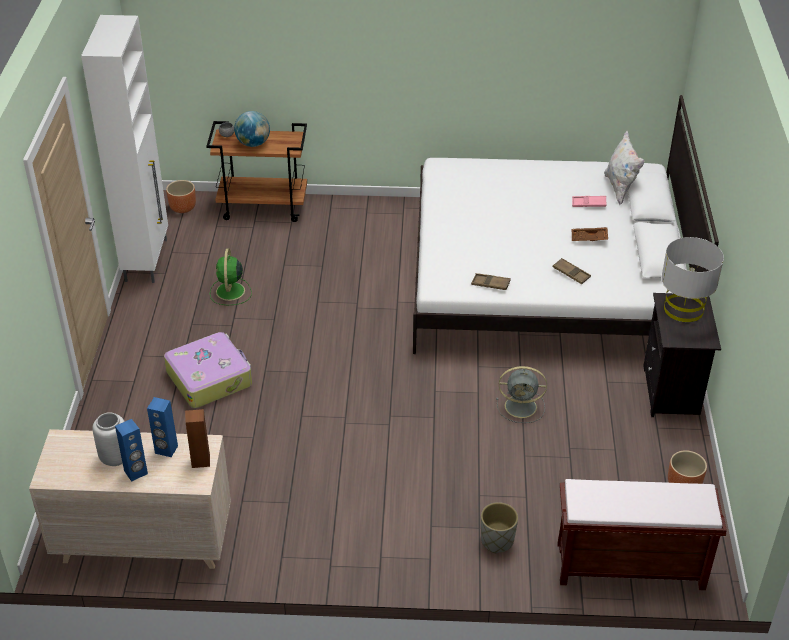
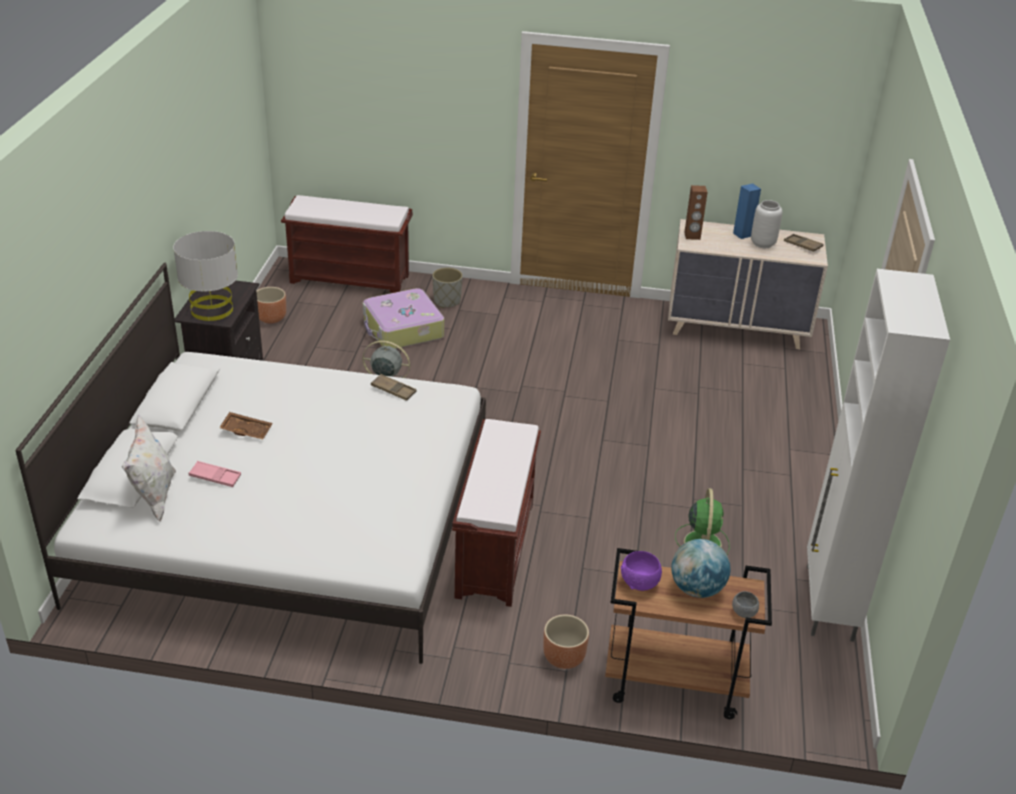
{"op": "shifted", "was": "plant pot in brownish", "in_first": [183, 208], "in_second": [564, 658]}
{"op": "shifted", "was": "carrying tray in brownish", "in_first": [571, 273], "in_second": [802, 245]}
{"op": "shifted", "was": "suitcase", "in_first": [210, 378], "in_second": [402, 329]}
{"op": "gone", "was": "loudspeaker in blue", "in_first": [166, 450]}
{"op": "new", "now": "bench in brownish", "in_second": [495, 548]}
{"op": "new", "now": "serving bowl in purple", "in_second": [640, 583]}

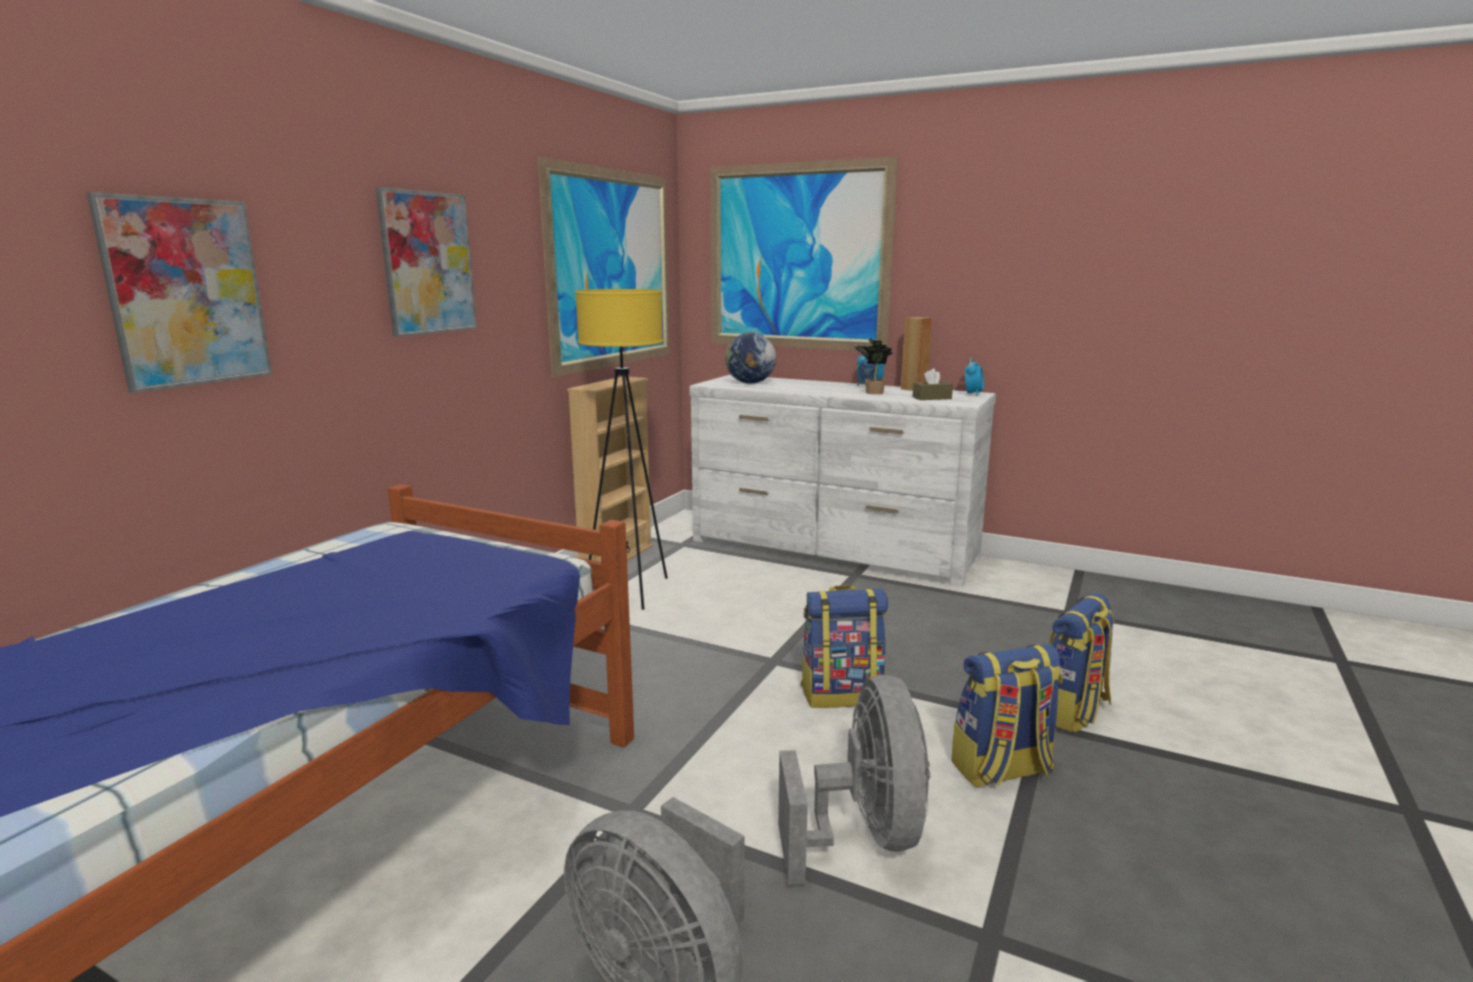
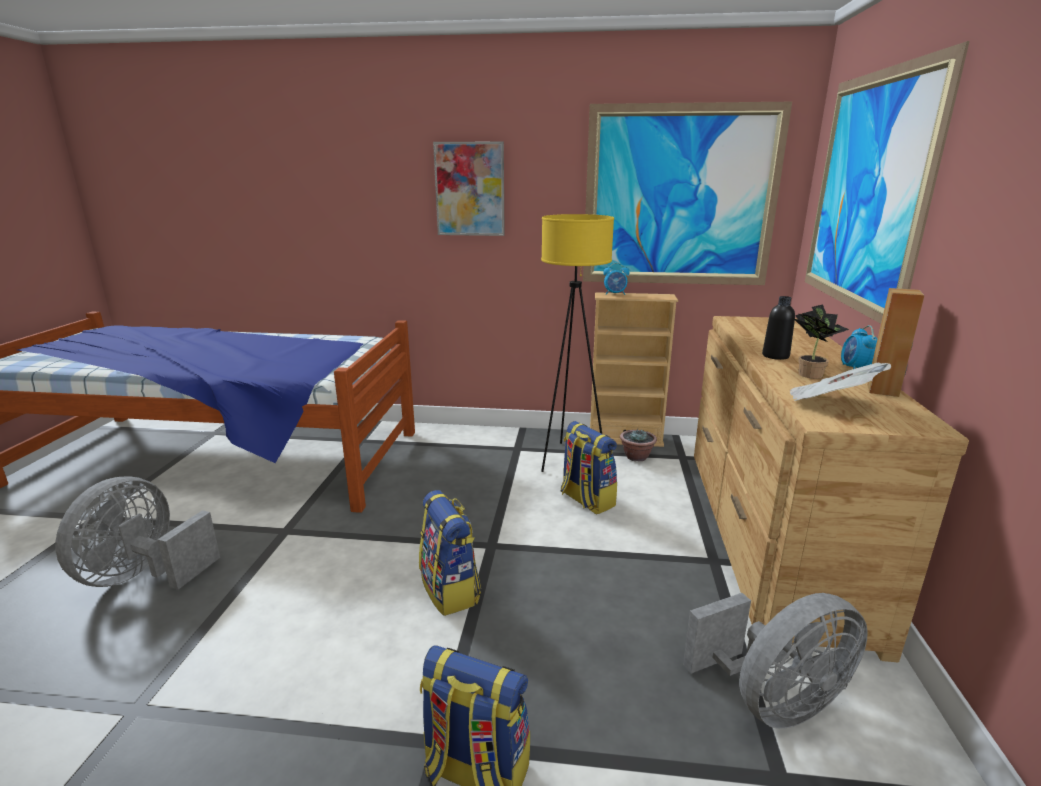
{"op": "gone", "was": "picture", "in_first": [186, 293]}
{"op": "gone", "was": "desk globe", "in_first": [750, 383]}
{"op": "shifted", "was": "table clock", "in_first": [973, 394], "in_second": [615, 294]}
{"op": "swapped", "was": "box of tissues in brownish", "now": "newspaper", "in_first": [932, 398], "in_second": [830, 403]}
{"op": "repainted", "was": "drawer chest in white-coloured", "now": "drawer chest in brownish", "in_first": [832, 549], "in_second": [769, 535]}
{"op": "shifted", "was": "backpack", "in_first": [1002, 770], "in_second": [586, 500]}
{"op": "shifted", "was": "fan in grey", "in_first": [863, 835], "in_second": [773, 702]}
{"op": "new", "now": "bottle in black-coloured", "in_second": [775, 356]}
{"op": "new", "now": "houseplant", "in_second": [636, 457]}

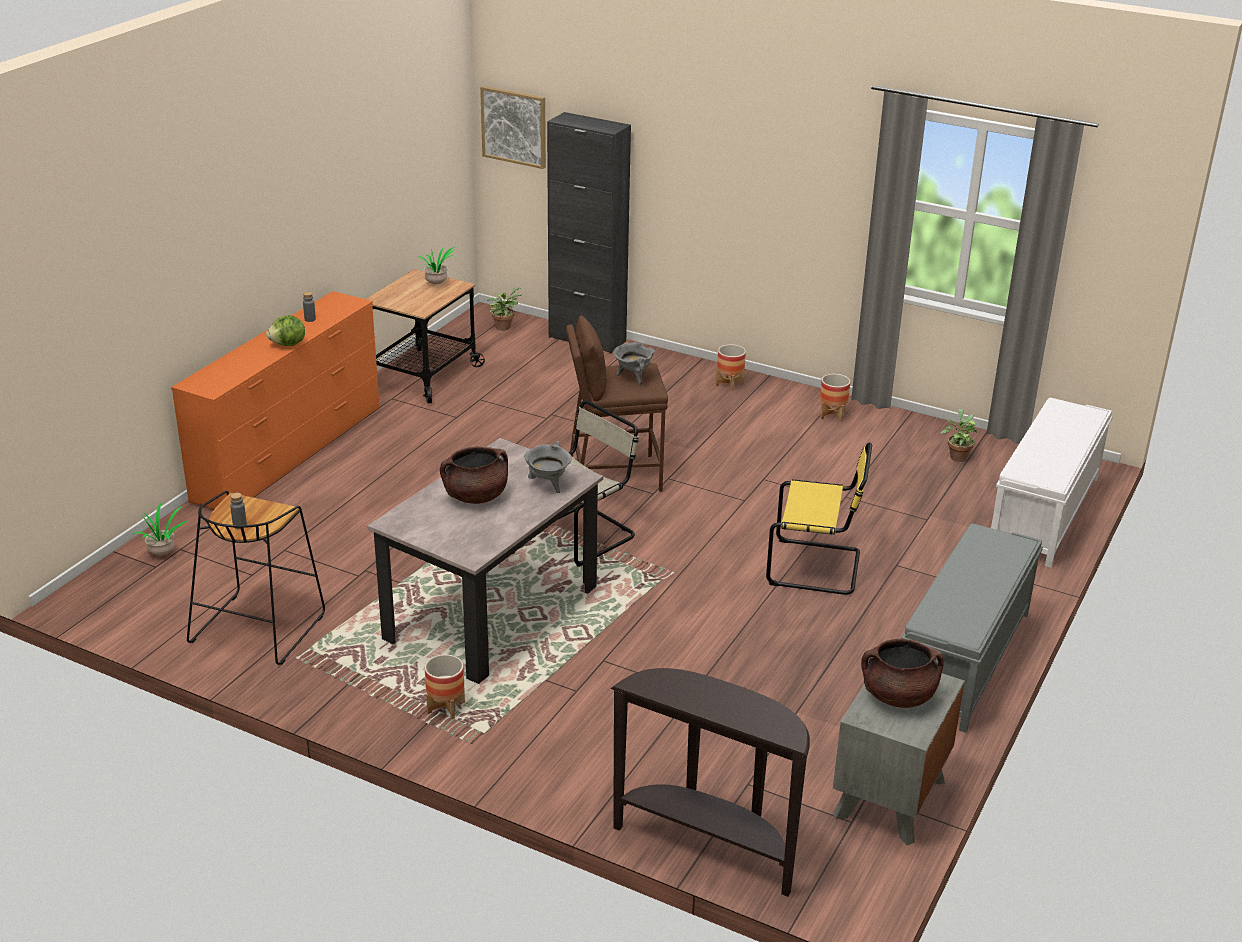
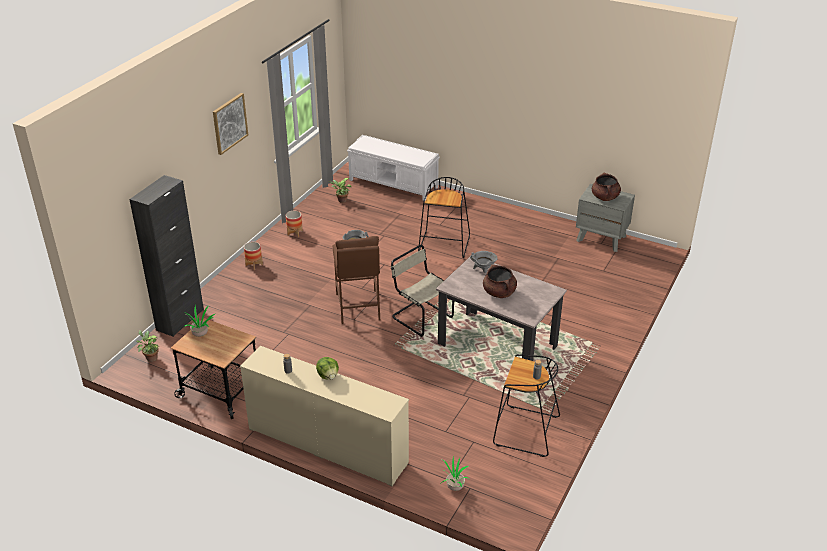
{"op": "shifted", "was": "picture", "in_first": [514, 126], "in_second": [229, 123]}
{"op": "repainted", "was": "drawer chest in orangey", "now": "drawer chest in sand-coloured", "in_first": [290, 453], "in_second": [327, 445]}
{"op": "swapped", "was": "upright chair in yellow", "now": "sitting stool in black-coloured", "in_first": [818, 568], "in_second": [444, 245]}
{"op": "gone", "was": "bench in grey", "in_first": [963, 661]}
{"op": "gone", "was": "plant pot", "in_first": [446, 708]}
{"op": "gone", "was": "console table in brownish", "in_first": [709, 845]}

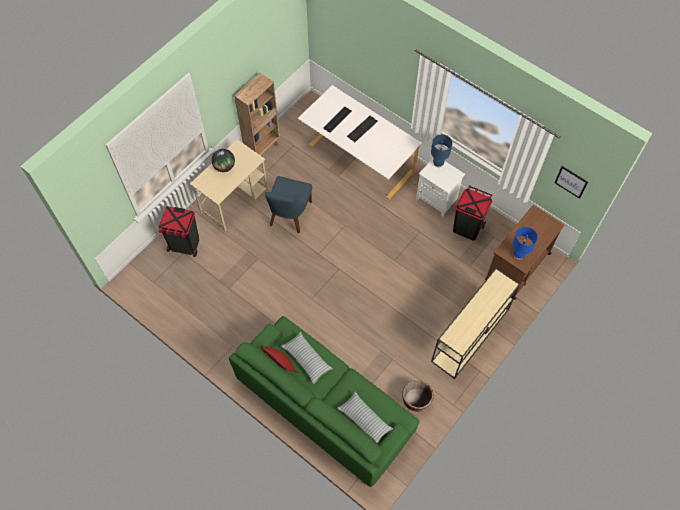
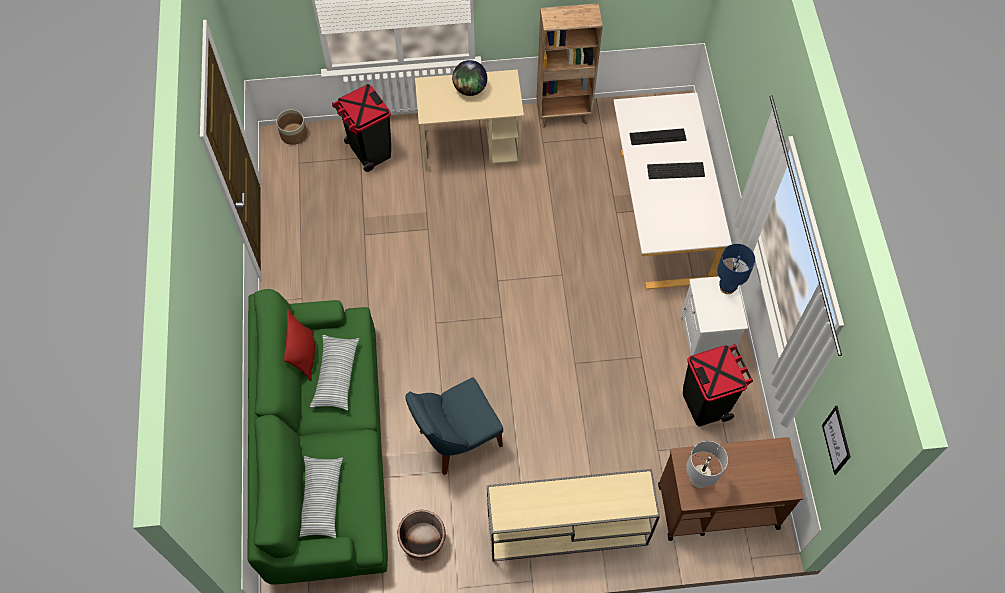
{"op": "shifted", "was": "upright chair in blue", "in_first": [289, 215], "in_second": [456, 439]}
{"op": "repainted", "was": "lamp for a table in blue", "now": "lamp for a table in white-coloured", "in_first": [518, 255], "in_second": [698, 480]}
{"op": "new", "now": "plant pot", "in_second": [293, 134]}

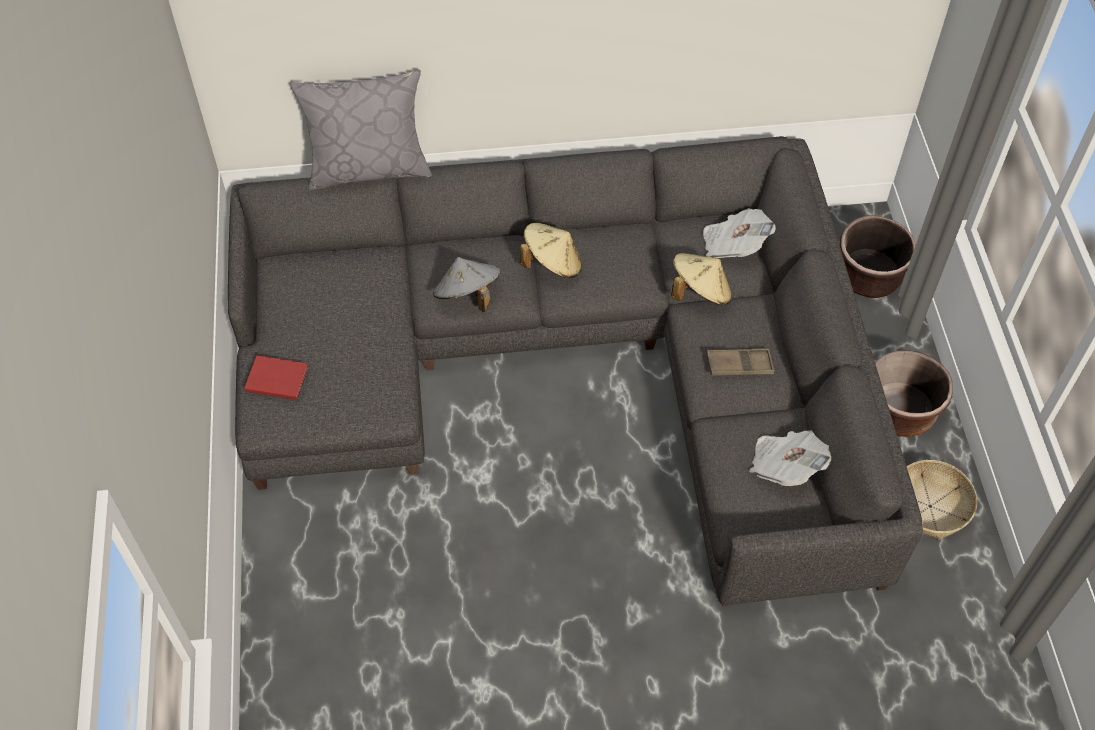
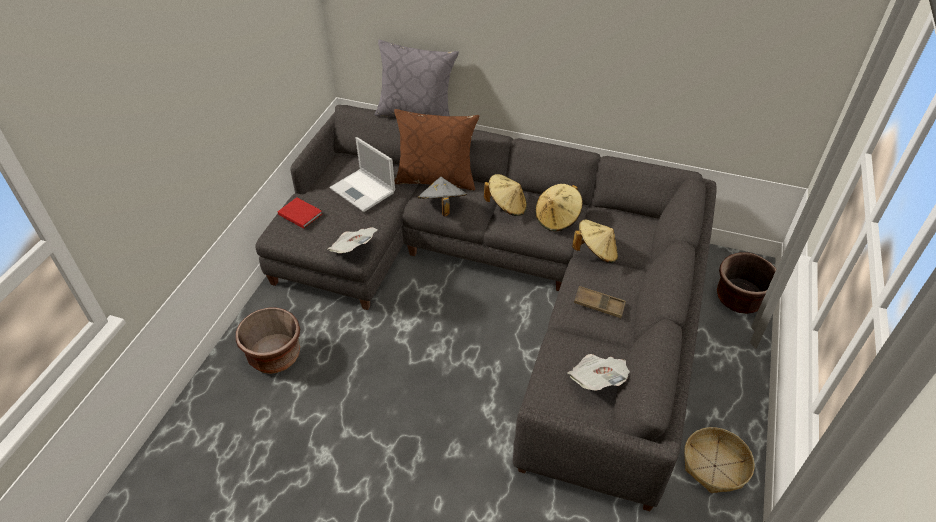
{"op": "shifted", "was": "newspaper", "in_first": [734, 245], "in_second": [353, 249]}
{"op": "shifted", "was": "plant pot in brownish", "in_first": [899, 413], "in_second": [275, 356]}
{"op": "new", "now": "pillow in brownish", "in_second": [436, 179]}
{"op": "new", "now": "notebook computer", "in_second": [363, 191]}
{"op": "new", "now": "hat in sand-coloured", "in_second": [557, 219]}

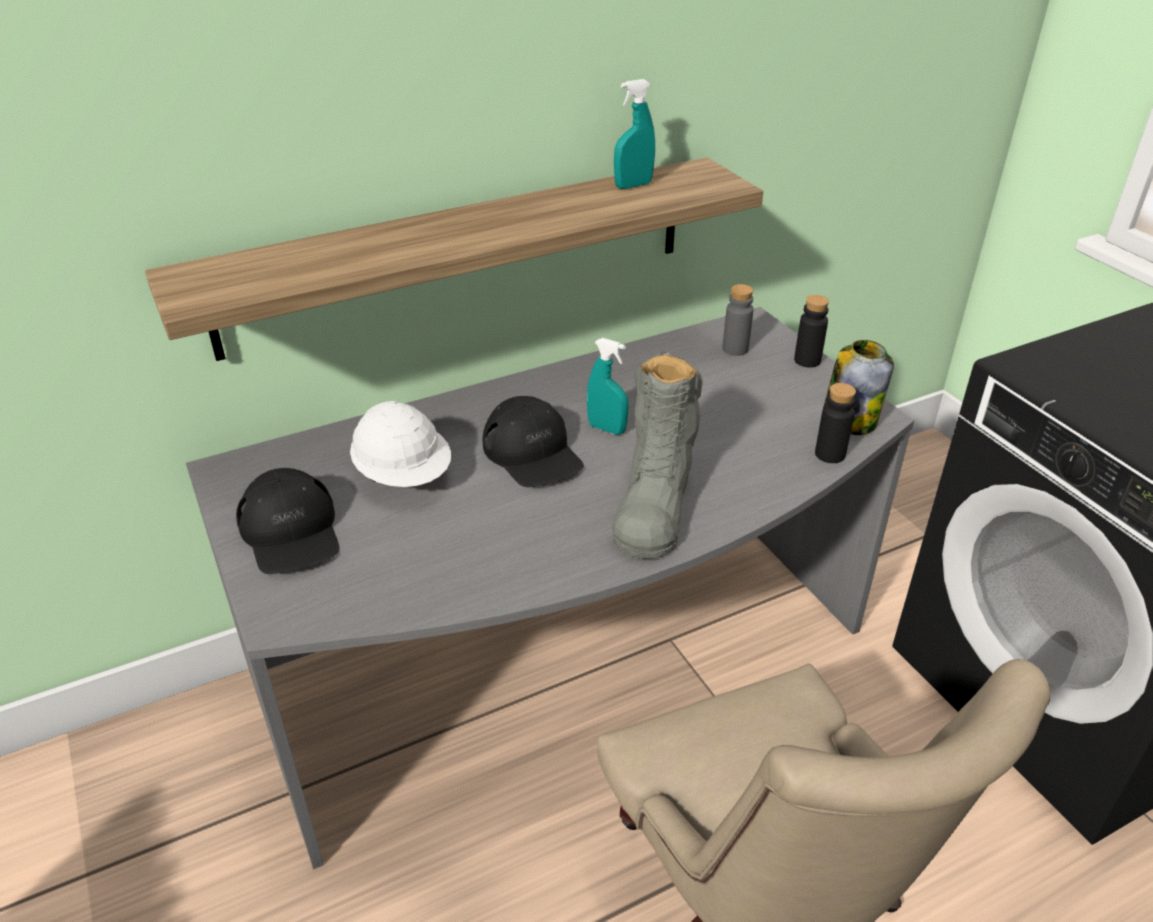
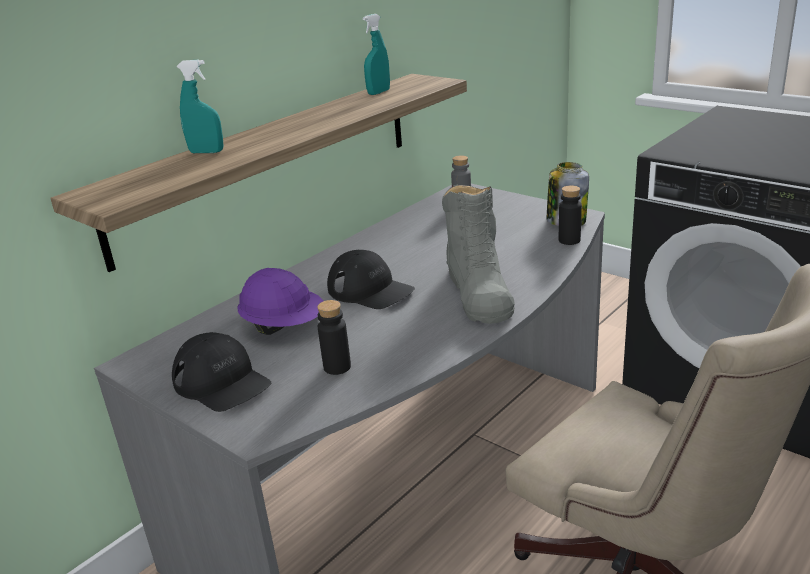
{"op": "shifted", "was": "bottle in black-coloured", "in_first": [807, 360], "in_second": [337, 367]}
{"op": "shifted", "was": "sprayer in blue-green", "in_first": [606, 428], "in_second": [206, 152]}
{"op": "repainted", "was": "hard hat in white-coloured", "now": "hard hat in purple", "in_first": [404, 476], "in_second": [284, 327]}

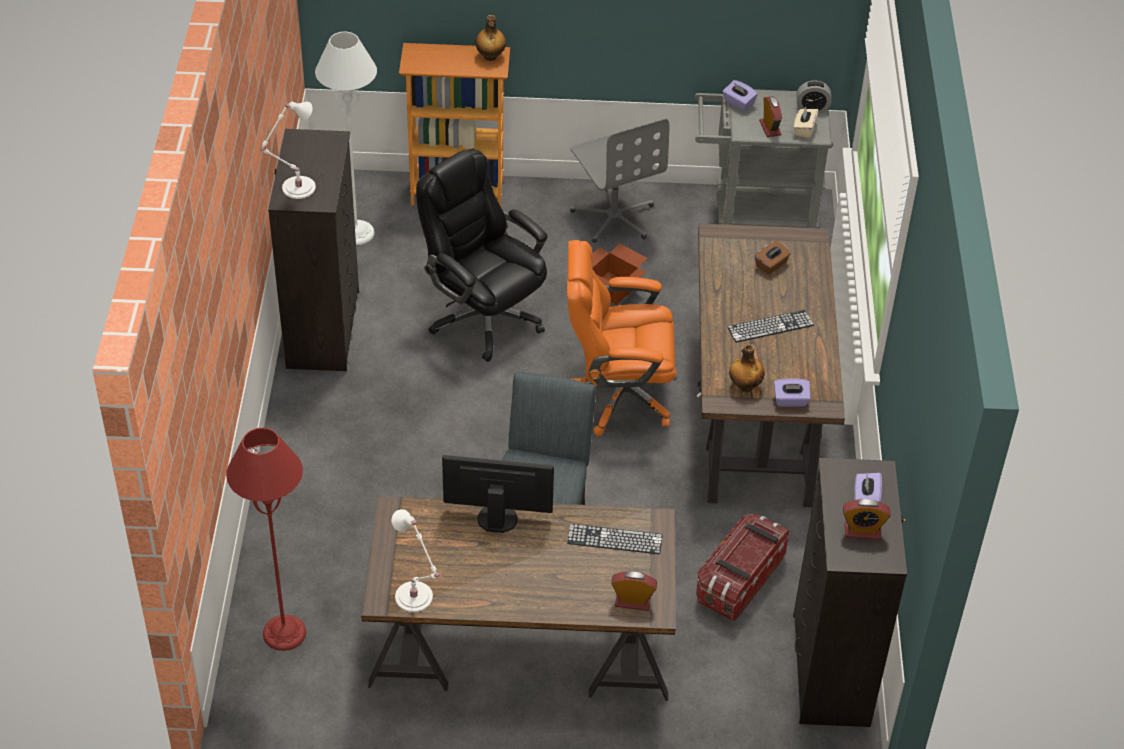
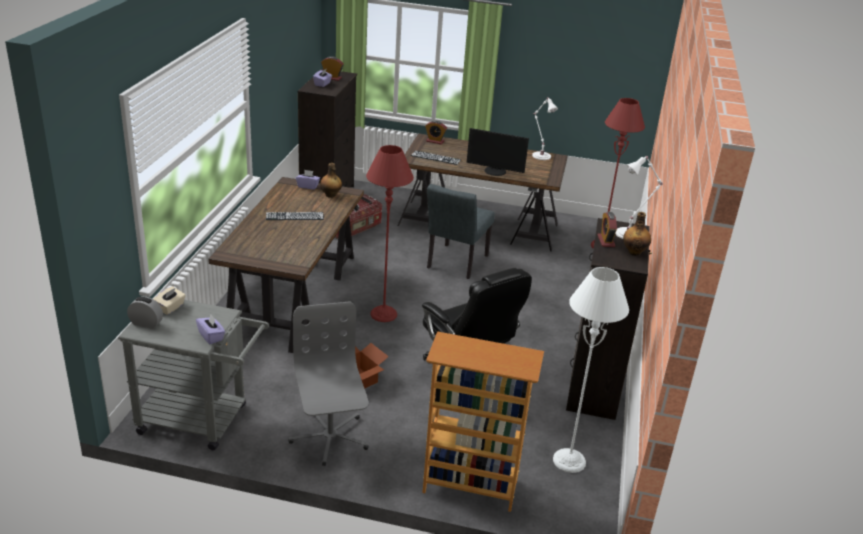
{"op": "shifted", "was": "bottle", "in_first": [490, 57], "in_second": [634, 252]}
{"op": "shifted", "was": "table clock", "in_first": [770, 128], "in_second": [606, 241]}
{"op": "swapped", "was": "computer chair in orangey", "now": "standard lamp in reddish", "in_first": [617, 395], "in_second": [384, 314]}
{"op": "gone", "was": "box of tissues in brownish", "in_first": [771, 265]}

